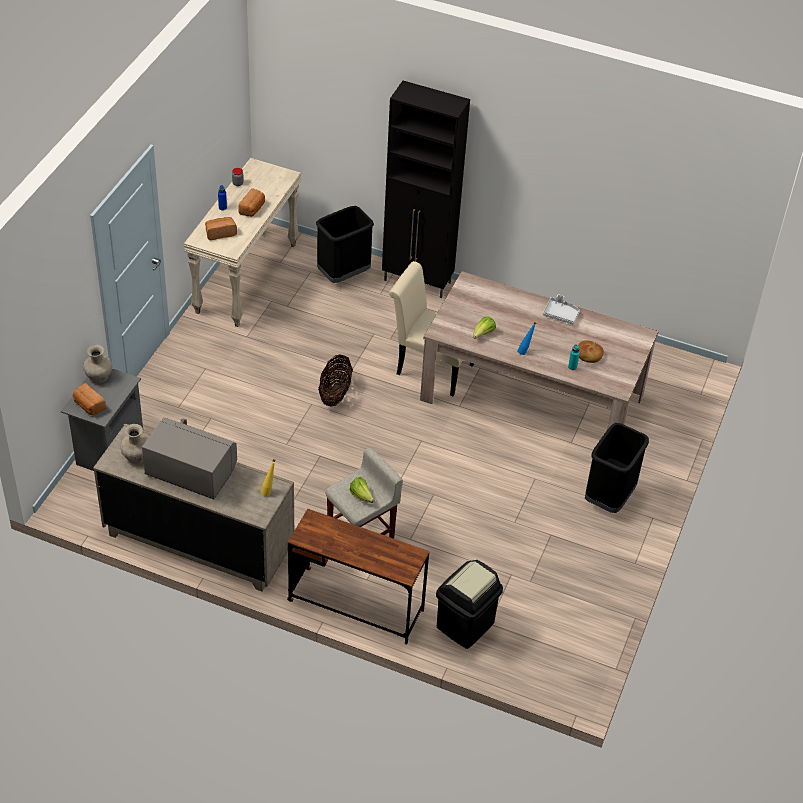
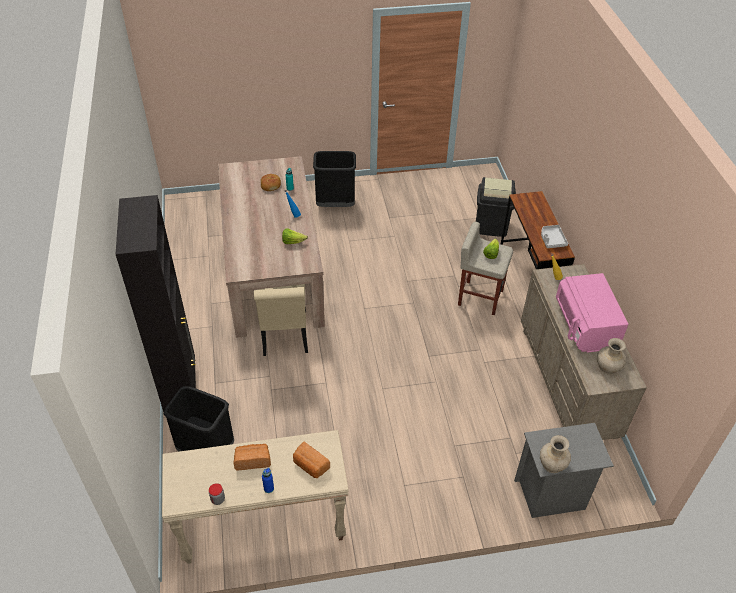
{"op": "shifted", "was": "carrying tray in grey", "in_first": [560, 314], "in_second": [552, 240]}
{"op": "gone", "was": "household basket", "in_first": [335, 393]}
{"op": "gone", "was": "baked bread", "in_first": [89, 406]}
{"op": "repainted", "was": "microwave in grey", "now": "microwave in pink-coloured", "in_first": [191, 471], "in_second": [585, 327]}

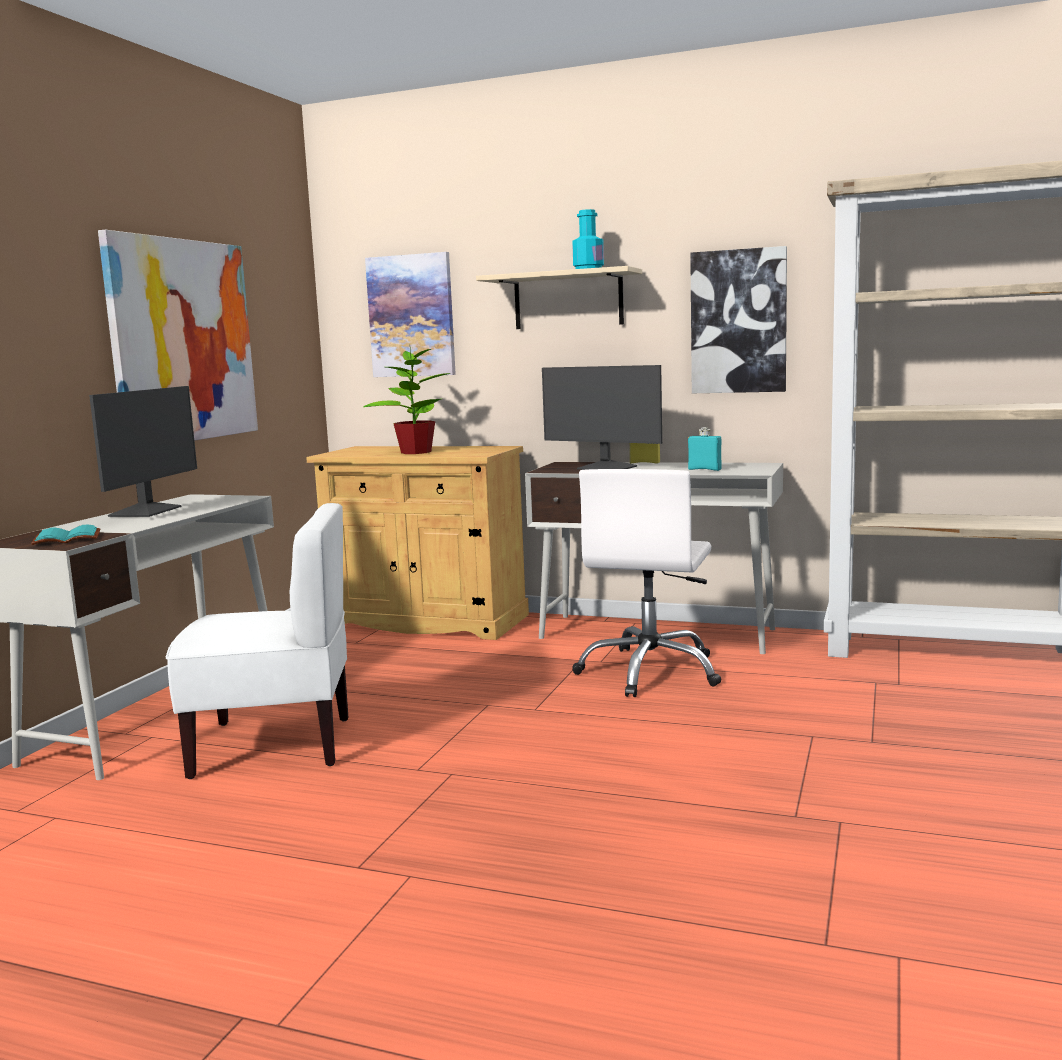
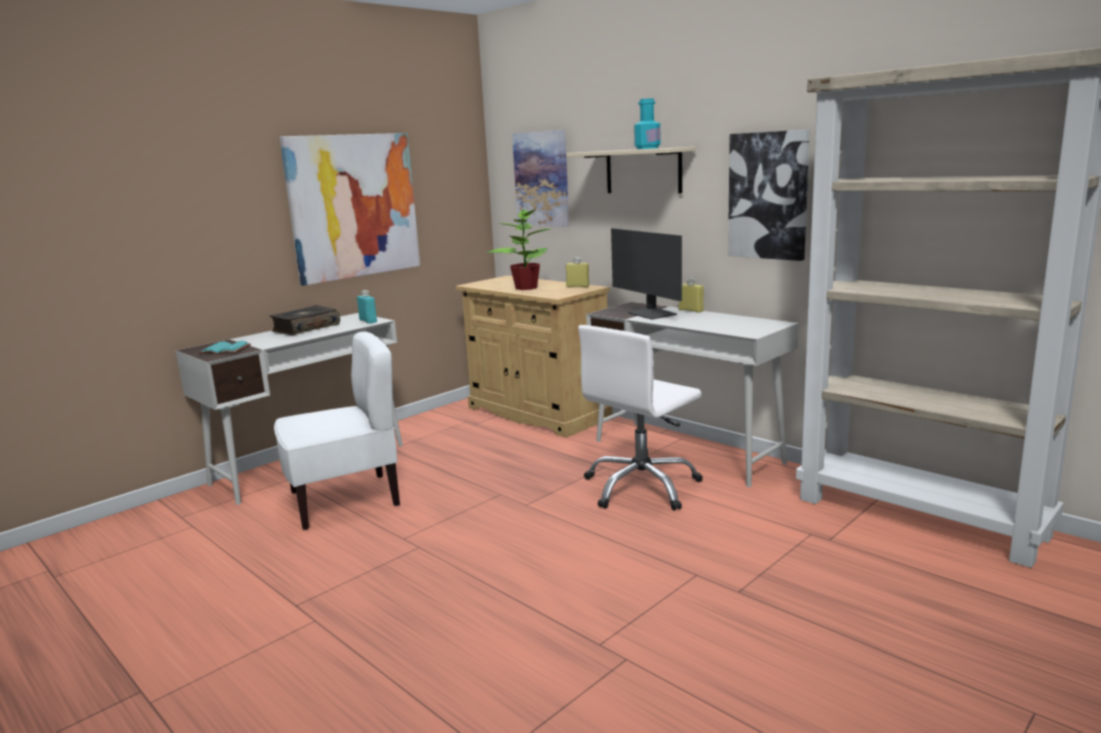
{"op": "swapped", "was": "computer screen", "now": "book", "in_first": [147, 511], "in_second": [305, 328]}
{"op": "shifted", "was": "bottle in blue-green", "in_first": [704, 469], "in_second": [368, 321]}
{"op": "rotated", "was": "upright chair in white-coloured", "in_first": [274, 746], "in_second": [345, 500], "clockwise": -45}
{"op": "new", "now": "bottle in yellow", "in_second": [577, 286]}

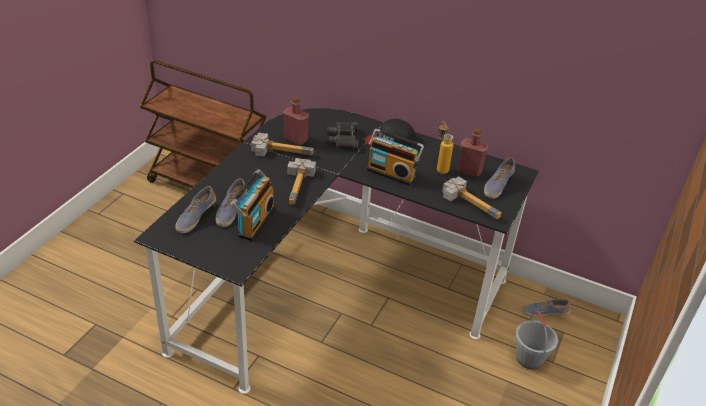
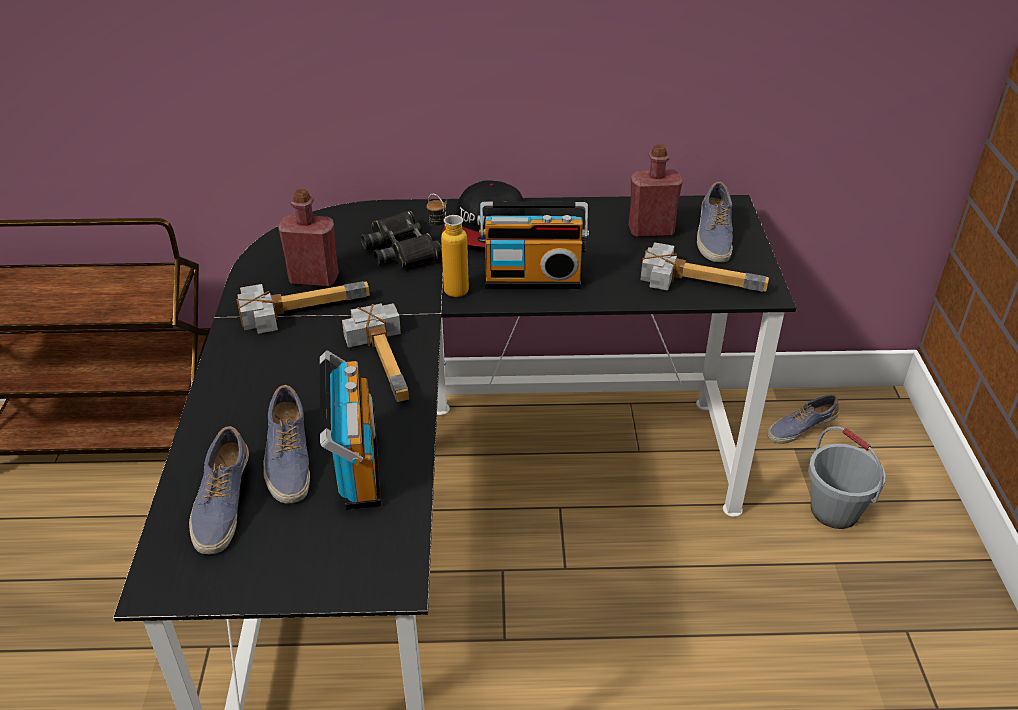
{"op": "shifted", "was": "bottle", "in_first": [440, 167], "in_second": [448, 287]}

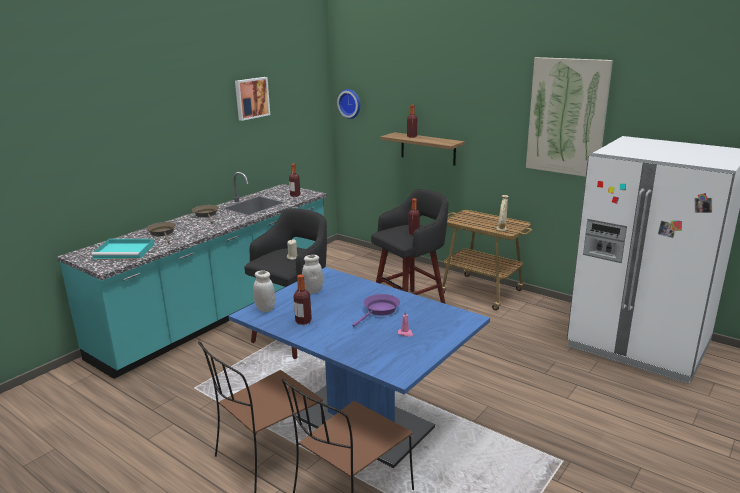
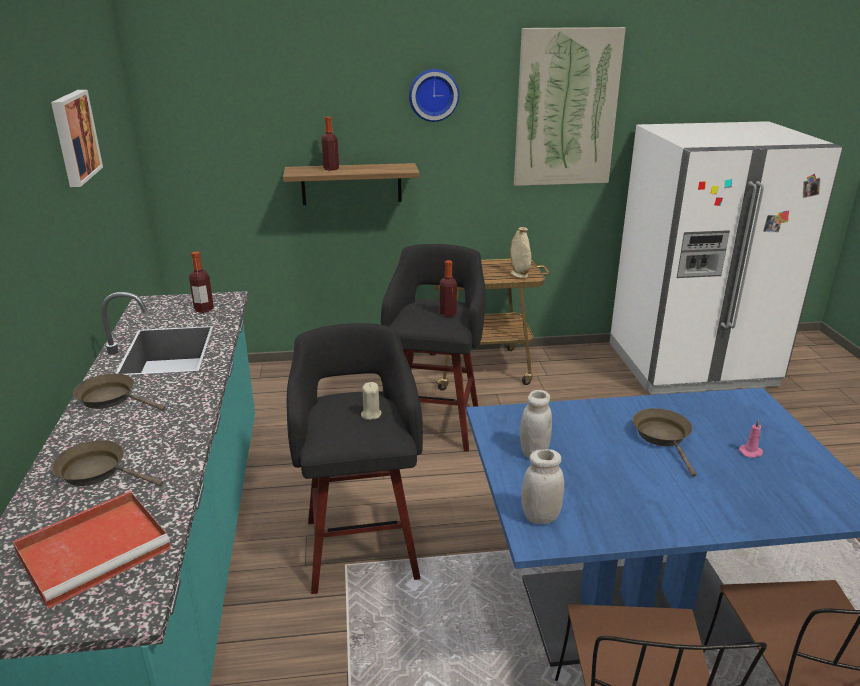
{"op": "shifted", "was": "wall clock", "in_first": [350, 103], "in_second": [433, 95]}
{"op": "repainted", "was": "carrying tray in blue-green", "now": "carrying tray in reddish", "in_first": [125, 251], "in_second": [97, 549]}
{"op": "gone", "was": "bottle", "in_first": [303, 321]}
{"op": "repainted", "was": "frying pan in purple", "now": "frying pan in brownish", "in_first": [379, 310], "in_second": [663, 437]}

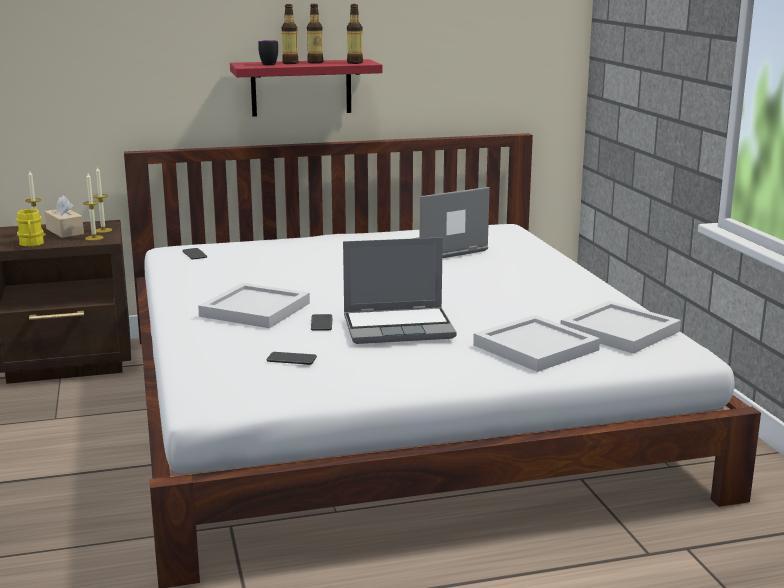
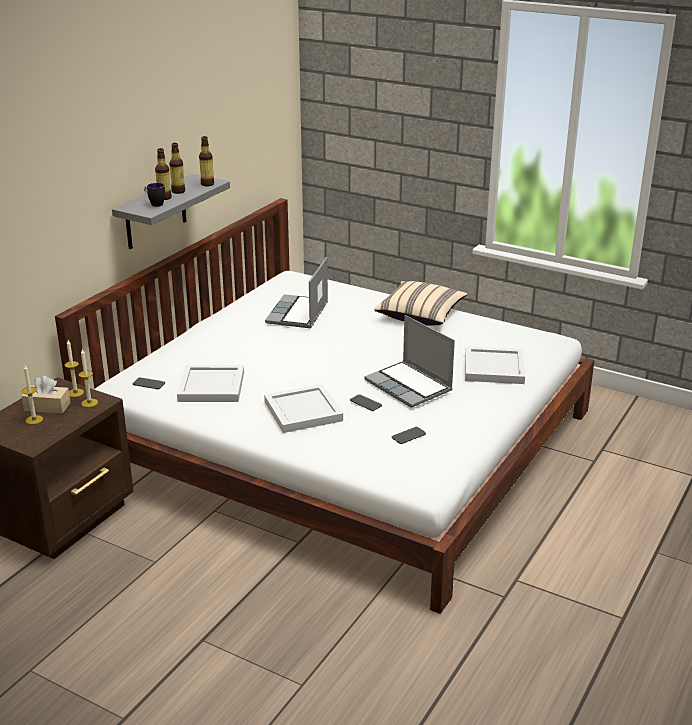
{"op": "repainted", "was": "bracket shelf in reddish", "now": "bracket shelf in grey", "in_first": [301, 87], "in_second": [155, 212]}
{"op": "gone", "was": "coffee mug in yellow", "in_first": [31, 244]}
{"op": "rotated", "was": "notebook computer", "in_first": [399, 327], "in_second": [410, 386], "clockwise": 105}
{"op": "shifted", "was": "carrying tray in white-coloured", "in_first": [620, 332], "in_second": [212, 387]}
{"op": "new", "now": "pillow in sand-coloured", "in_second": [420, 315]}

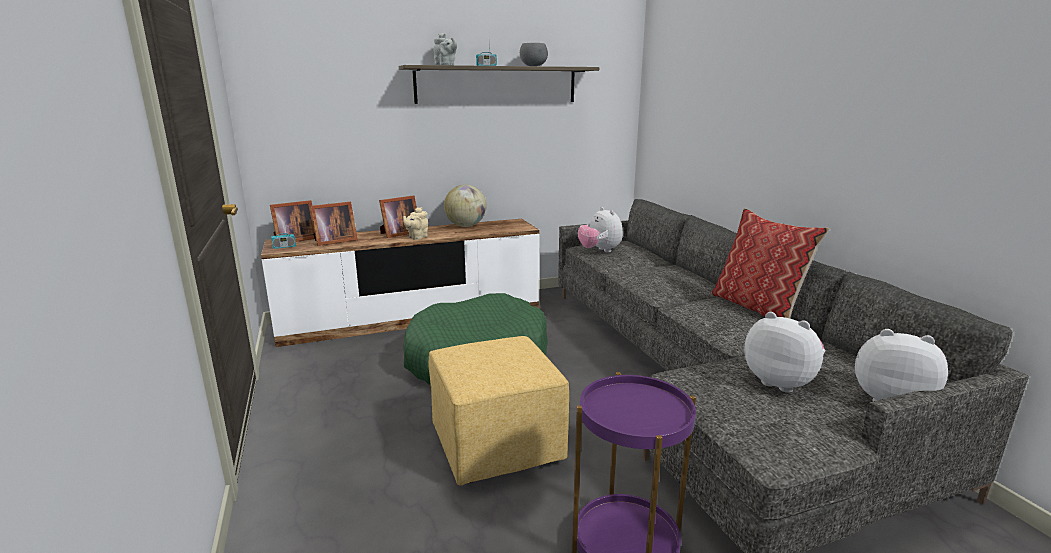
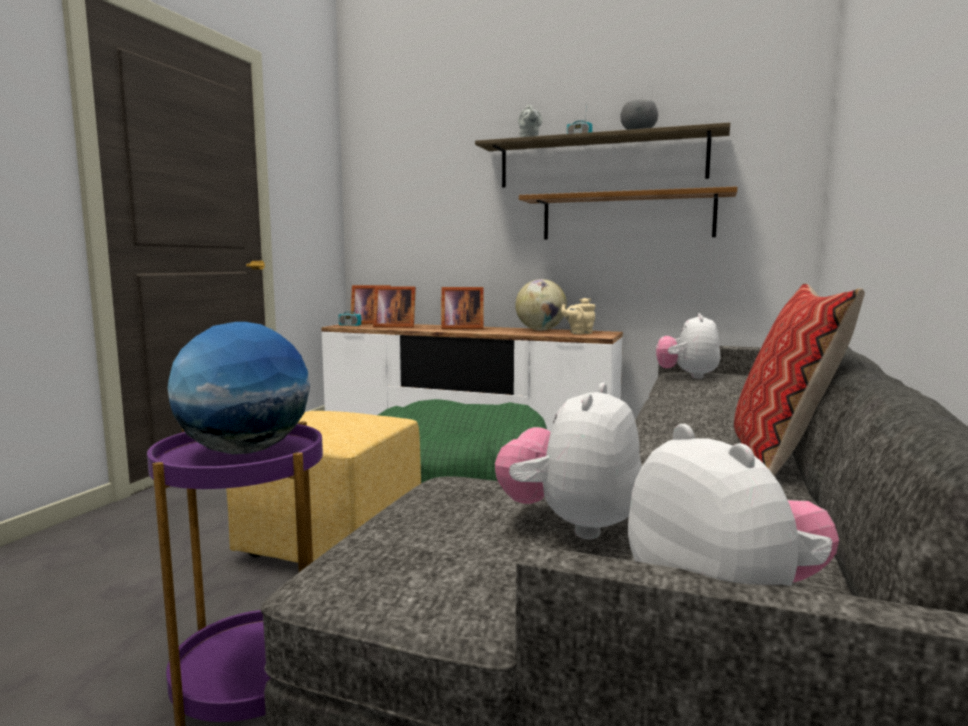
{"op": "shifted", "was": "tea pot in sand-coloured", "in_first": [417, 237], "in_second": [579, 333]}
{"op": "rotated", "was": "cuddly toy", "in_first": [780, 382], "in_second": [571, 525], "clockwise": -150}
{"op": "new", "now": "bracket shelf", "in_second": [627, 217]}
{"op": "new", "now": "desk globe", "in_second": [244, 451]}

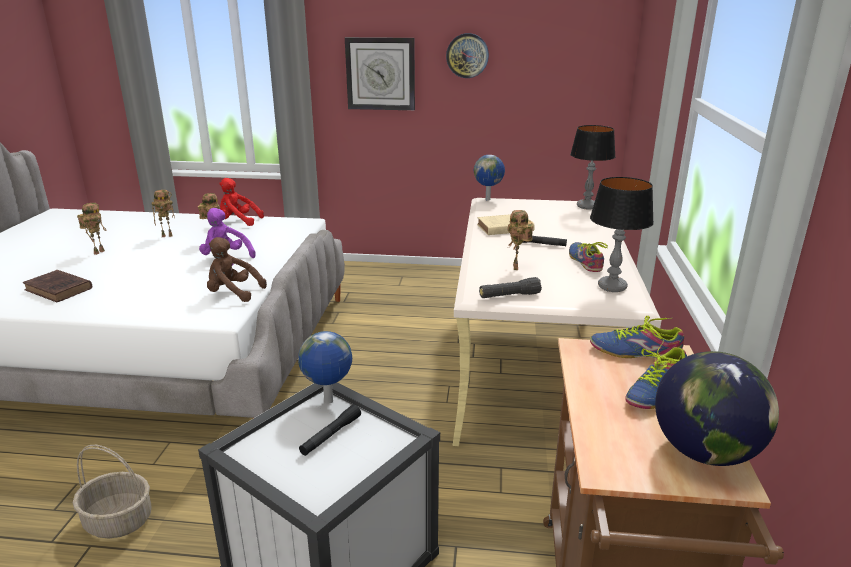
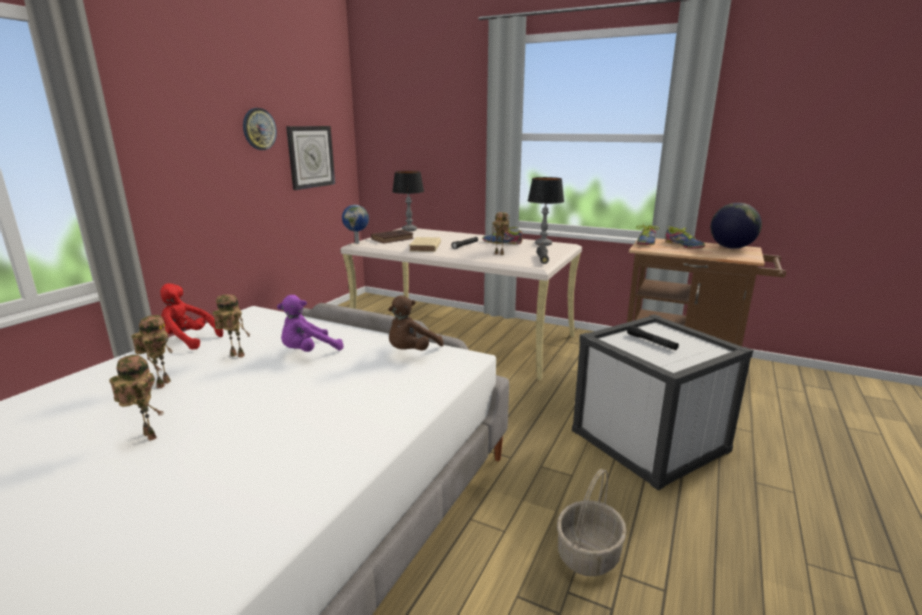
{"op": "shifted", "was": "wall clock", "in_first": [380, 74], "in_second": [311, 157]}
{"op": "rotated", "was": "cuddly toy in reddish", "in_first": [238, 221], "in_second": [186, 341], "clockwise": 75}
{"op": "shifted", "was": "book in brownish", "in_first": [60, 290], "in_second": [393, 239]}
{"op": "gone", "was": "desk globe", "in_first": [328, 401]}

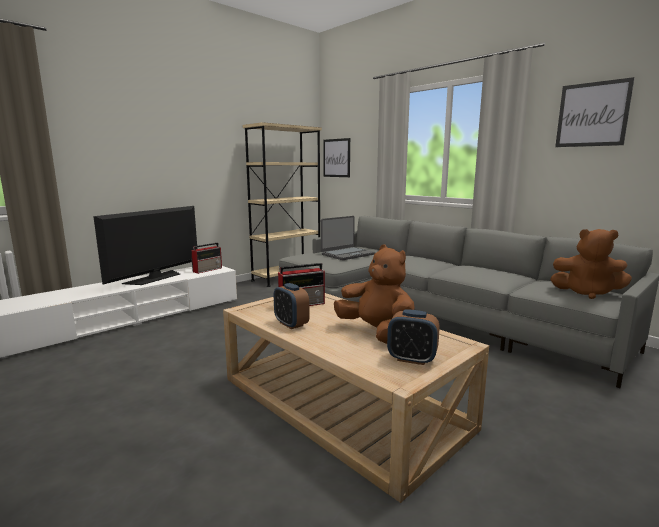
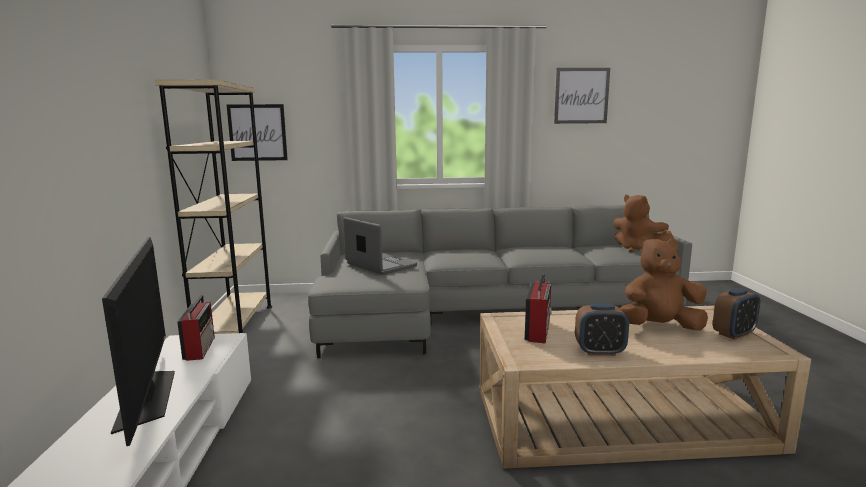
{"op": "rotated", "was": "notebook computer", "in_first": [347, 254], "in_second": [380, 265], "clockwise": -45}
{"op": "rotated", "was": "cuddly toy in brownish", "in_first": [587, 293], "in_second": [637, 249], "clockwise": 75}

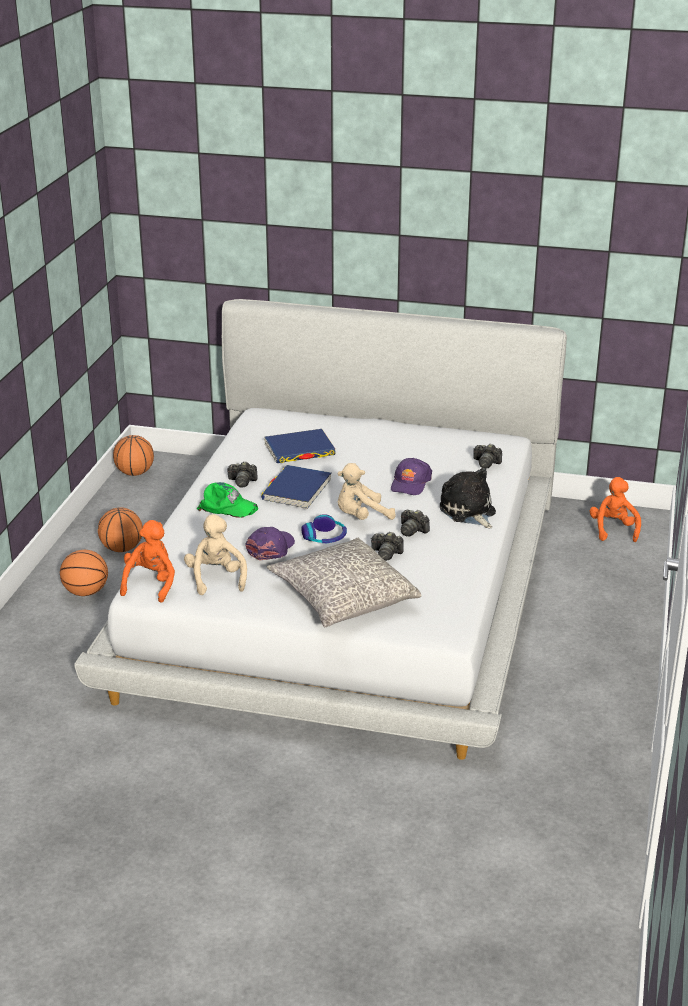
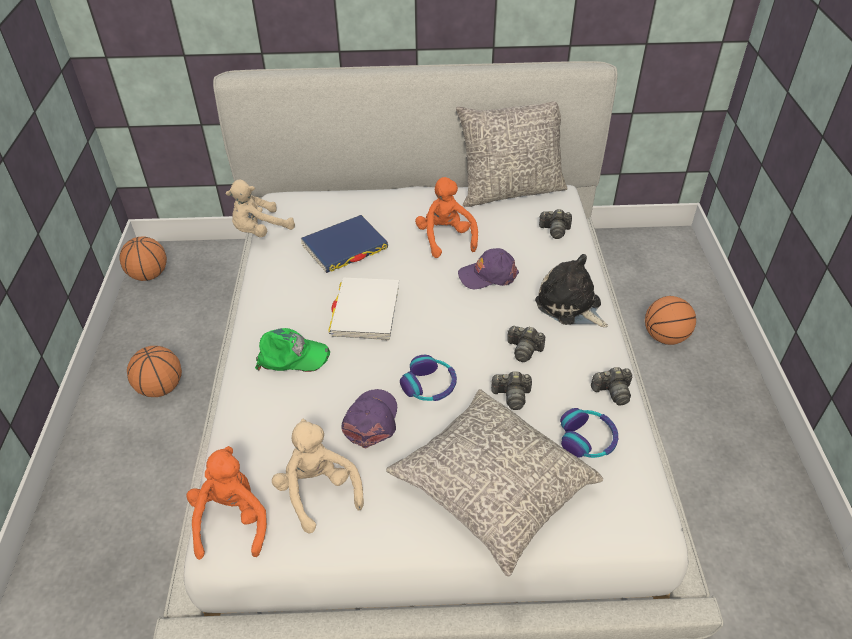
{"op": "rotated", "was": "cap in purple", "in_first": [410, 483], "in_second": [488, 275], "clockwise": 75}
{"op": "shifted", "was": "still camera", "in_first": [242, 482], "in_second": [612, 392]}
{"op": "shifted", "was": "cuddly toy in sand-coloured", "in_first": [361, 517], "in_second": [260, 231]}
{"op": "repainted", "was": "book in blue", "now": "book in white-coloured", "in_first": [296, 490], "in_second": [365, 311]}
{"op": "shifted", "was": "cuddly toy in orangey", "in_first": [613, 529], "in_second": [445, 238]}
{"op": "shifted", "was": "basketball", "in_first": [86, 592], "in_second": [665, 337]}
{"op": "new", "now": "pillow in grey", "in_second": [510, 190]}
{"op": "new", "now": "headphones", "in_second": [587, 439]}

